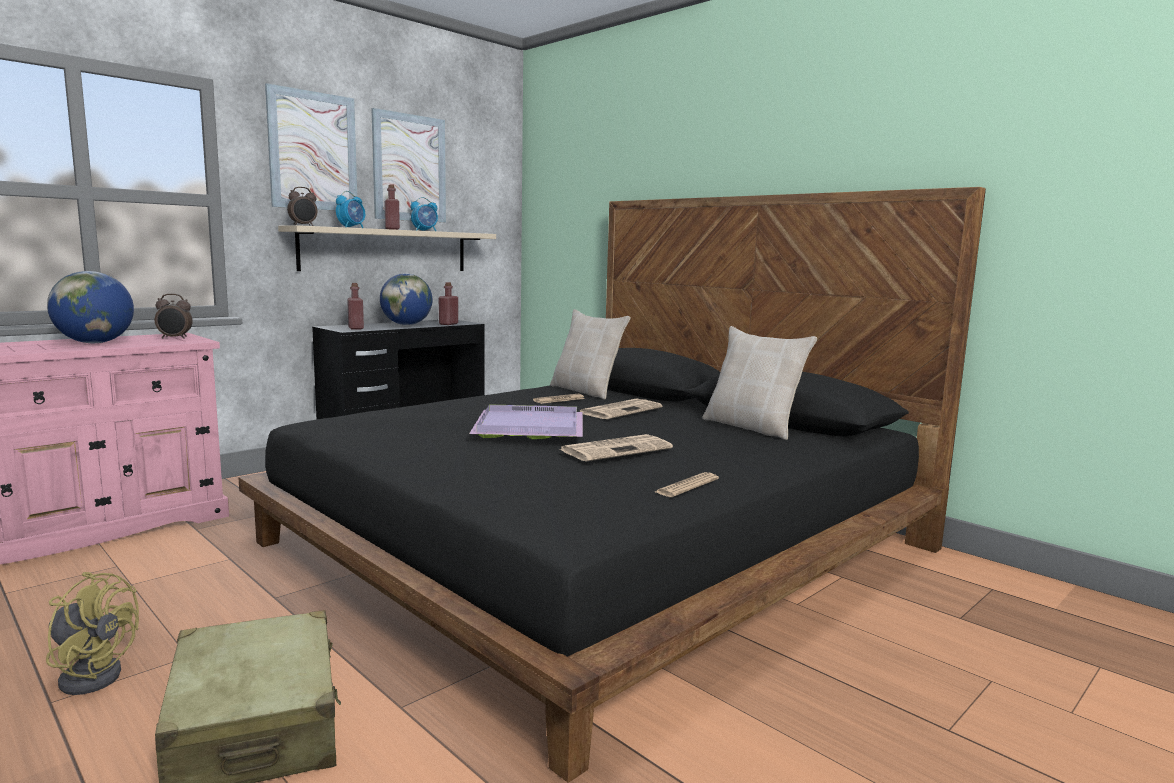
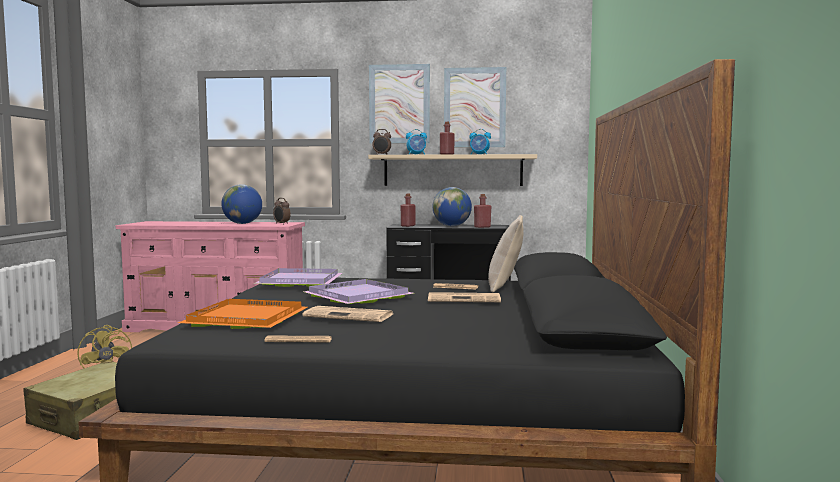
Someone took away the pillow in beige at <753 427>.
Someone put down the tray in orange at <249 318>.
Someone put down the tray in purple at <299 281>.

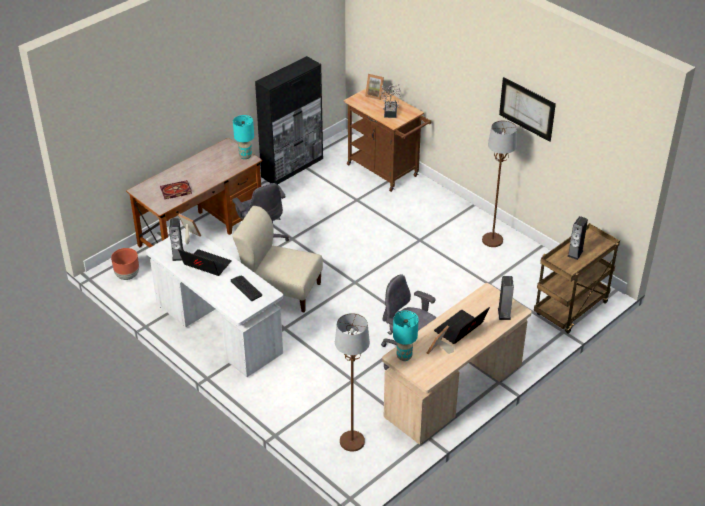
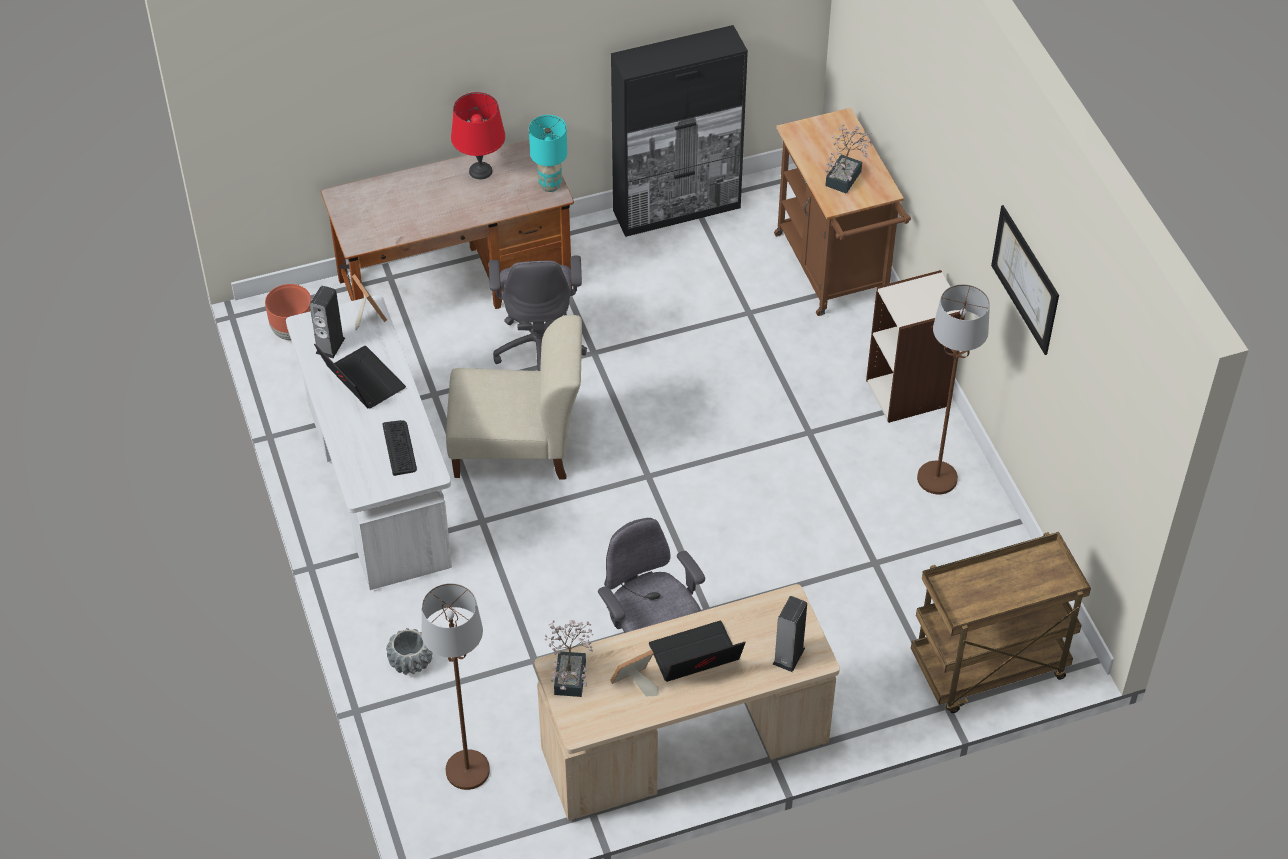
Someone took away the book at <175 191>.
Someone rotated the chair in beige at <280 290> by 135 degrees clockwise.
Someone took away the picture frame at <375 95>.
Someone swapped the table lamp in turquoise at <404 356> for the potted plant at <571 673>.
Someone took away the speaker at <575 253>.
Someone put down the planter in grey at <410 661>.
Someone put down the table lamp in red at <481 171>.
Someone put down the bookcase at <909 393>.

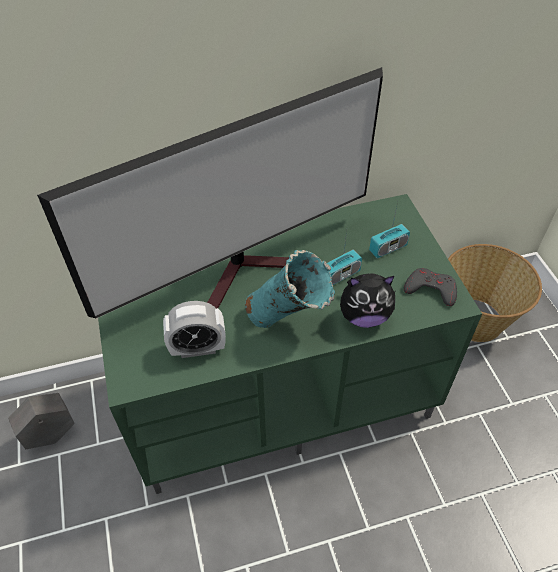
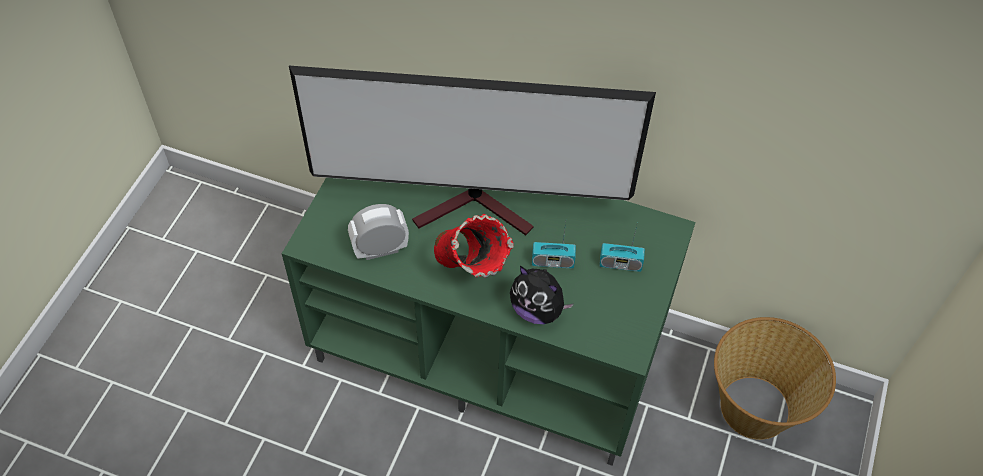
Someone took away the planter in grey at <51 434>.
Someone rotated the alarm clock at <198 348> by 135 degrees clockwise.
Someone repainted the vase in turquoise at <290 323>, which became the vase in red at <470 276>.
Someone took away the game controller in grey at <430 289>.

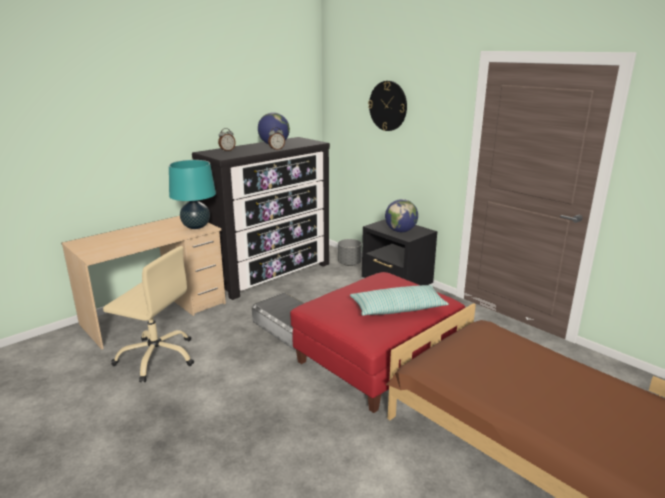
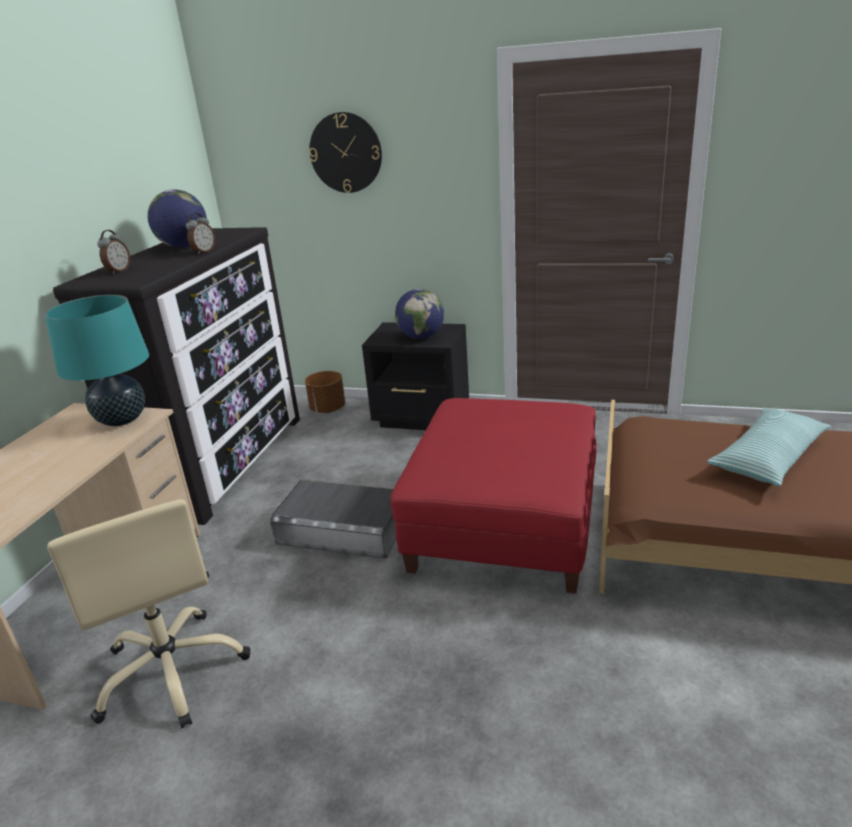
Someone rotated the office chair in beige at <157 357> by 75 degrees clockwise.
Someone repainted the planter in grey at <349 263>, which became the planter in brown at <328 409>.
Someone carried the pillow from <398 308> to <768 458>.

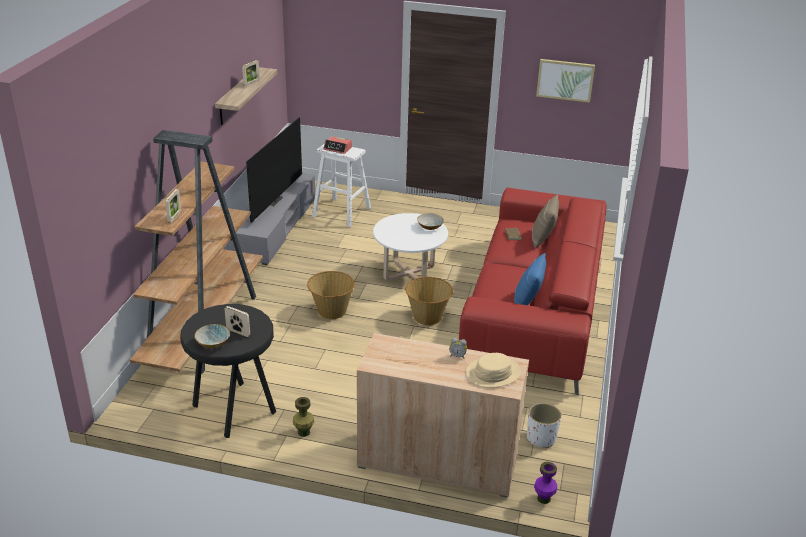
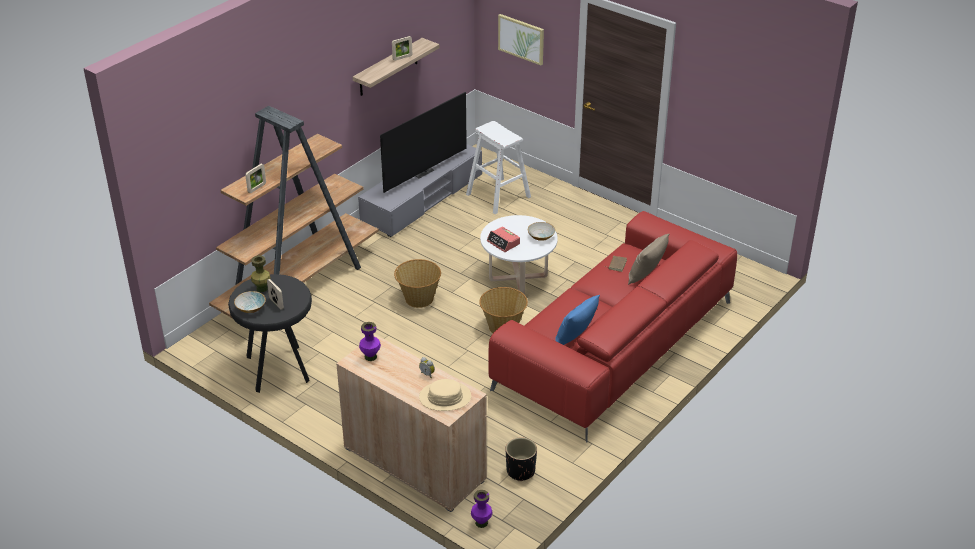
Someone carried the vase in green from <303 432> to <262 288>.
Someone carried the alarm clock from <338 148> to <503 243>.
Someone repainted the planter in white at <541 438>, which became the planter in black at <520 471>.
Someone carried the picture from <565 80> to <521 39>.
Someone put down the vase in purple at <370 357>.

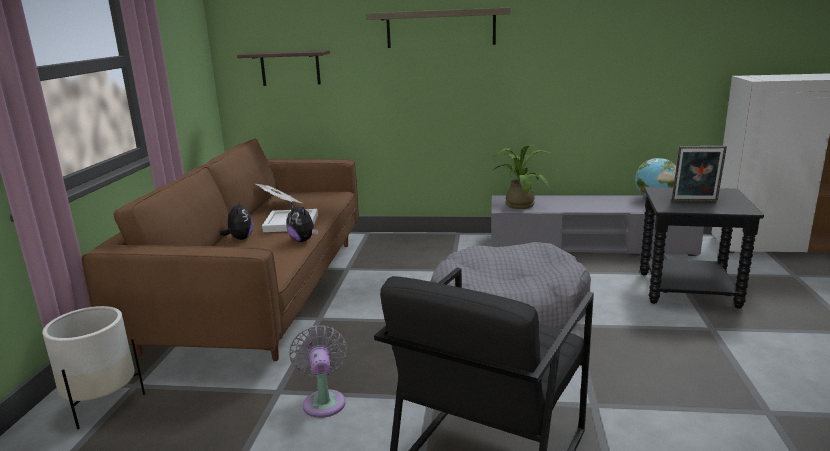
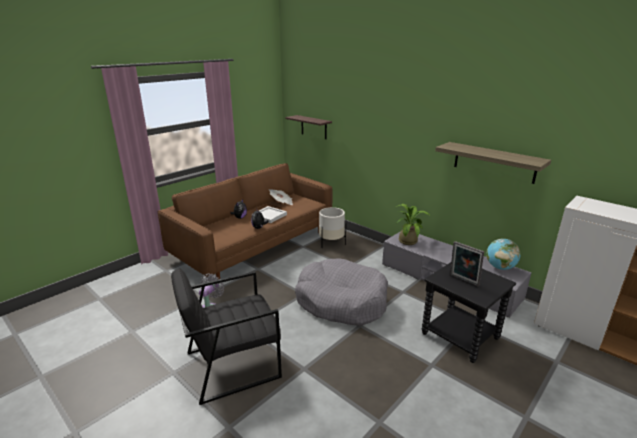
Someone carried the planter in white from <102 404> to <331 243>.
Someone carried the shelf from <440 28> to <494 162>.

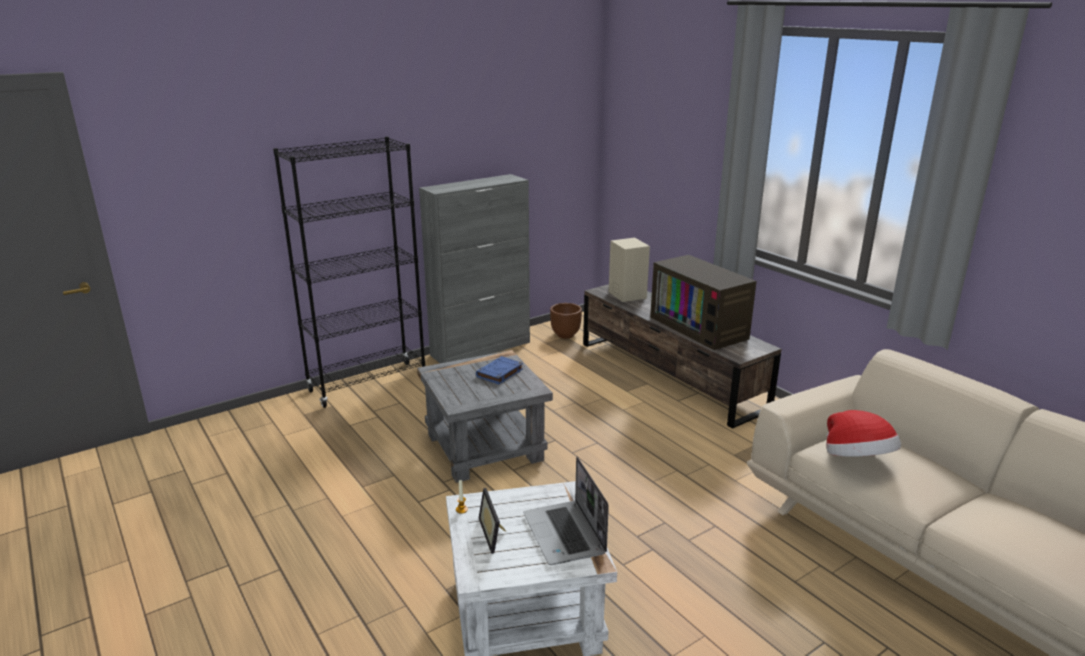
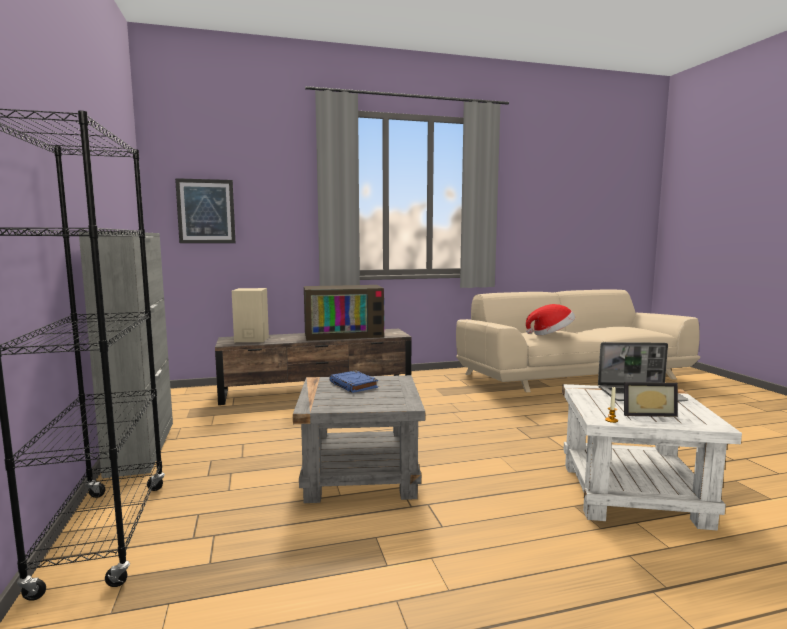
Someone took away the planter in brown at <565 335>.
Someone put up the picture at <206 211>.

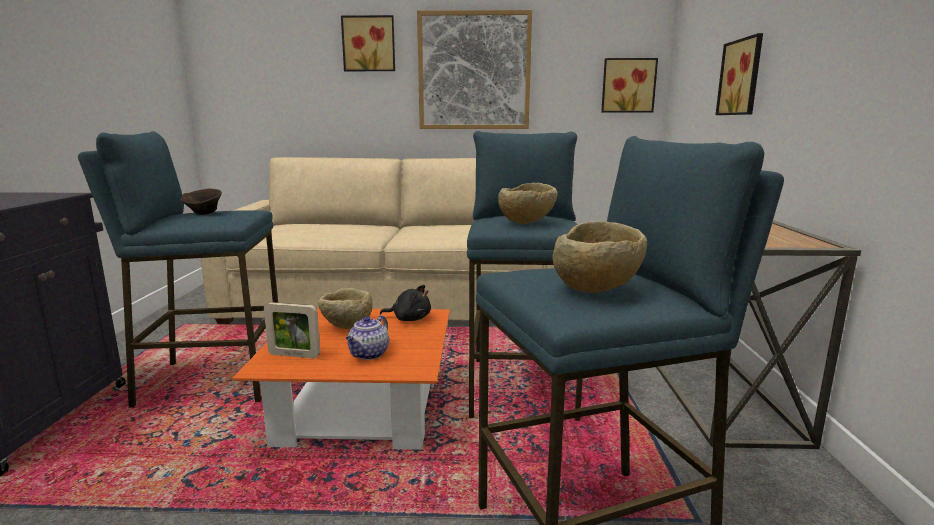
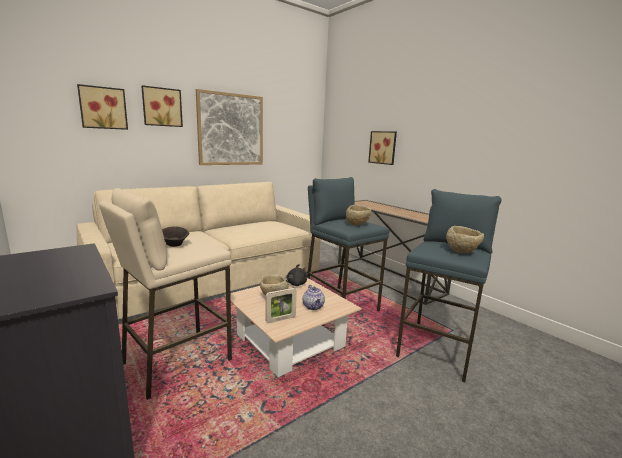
Someone repainted the stool in blue at <212 381>, which became the stool in beige at <176 362>.
Someone repainted the coffee table in orange at <361 409>, which became the coffee table in beige at <290 341>.
Someone carried the picture from <628 85> to <103 108>.

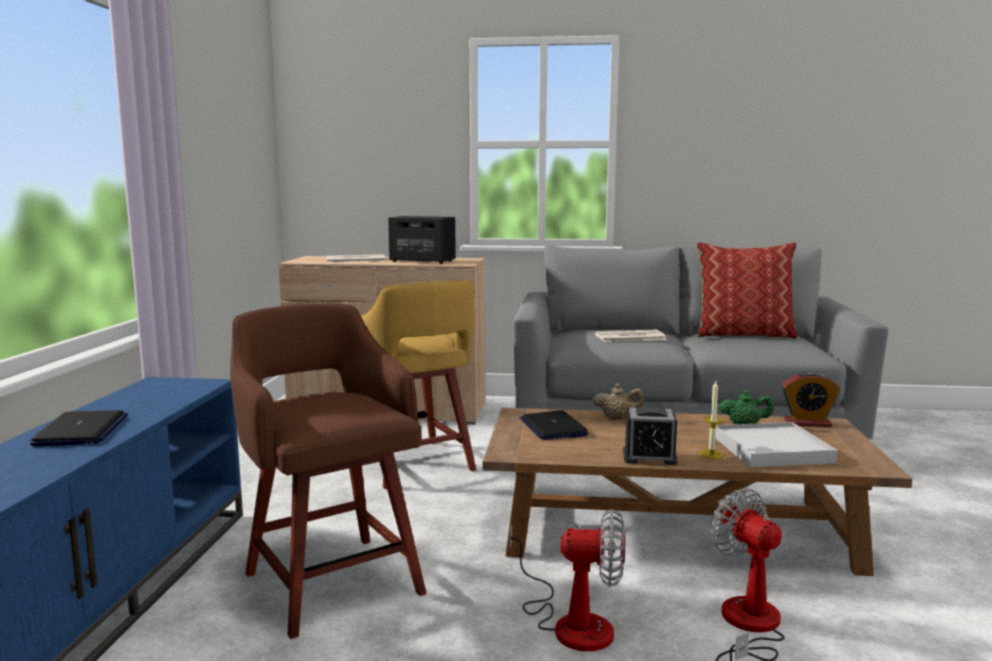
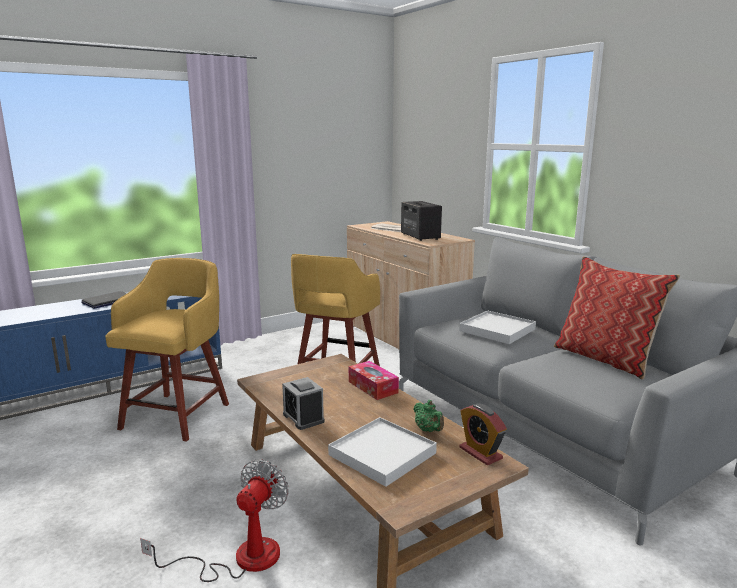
Someone repainted the stool in brown at <332 580>, which became the stool in yellow at <178 414>.
Someone took away the fan at <571 622>.
Someone took away the laptop at <553 427>.
Someone swapped the teapot in beige at <617 418> for the tissue box at <373 387>.
Someone swapped the newspaper at <629 337> for the tray in white at <497 330>.
Someone took away the candle at <711 454>.

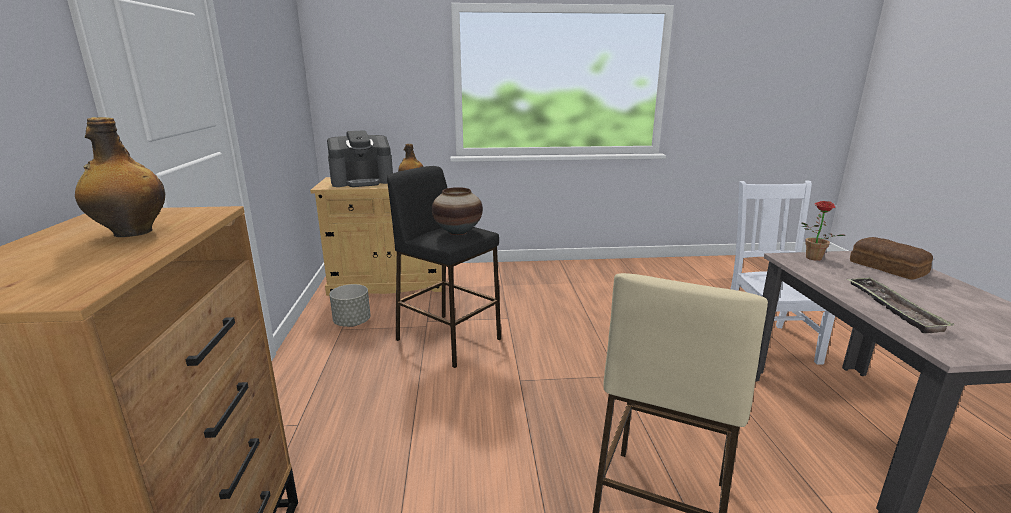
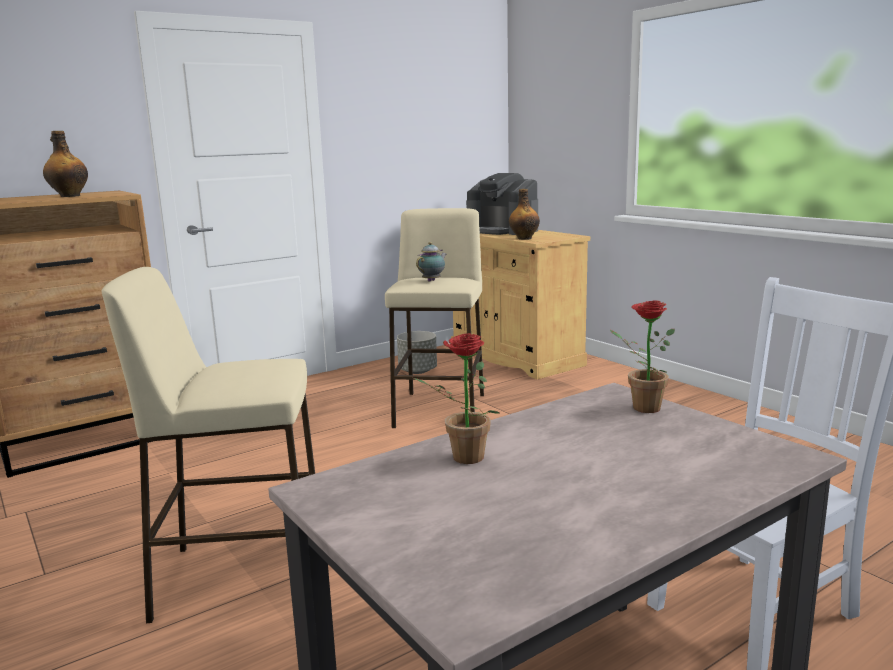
Someone repainted the stool in black at <448 339>, which became the stool in beige at <440 410>.
Someone swapped the vase at <458 232> for the teapot at <432 280>.
Someone swapped the tray at <892 308> for the potted plant at <461 458>.
Someone took away the bread at <888 268>.

